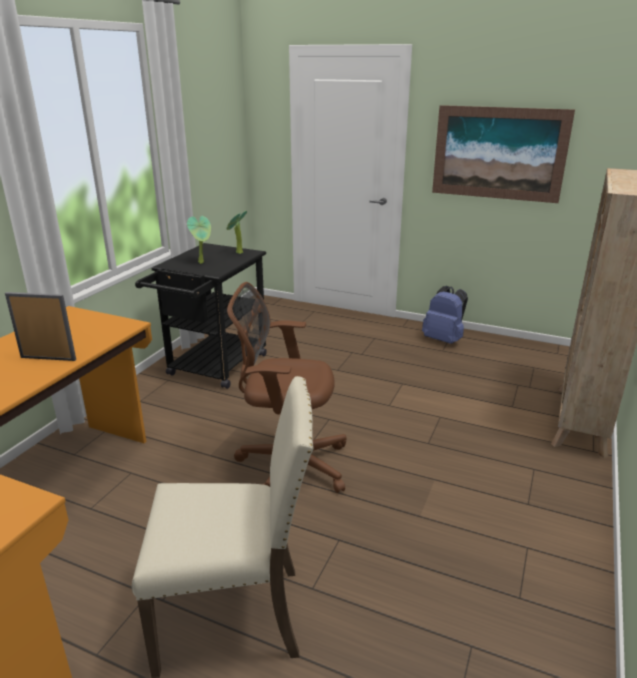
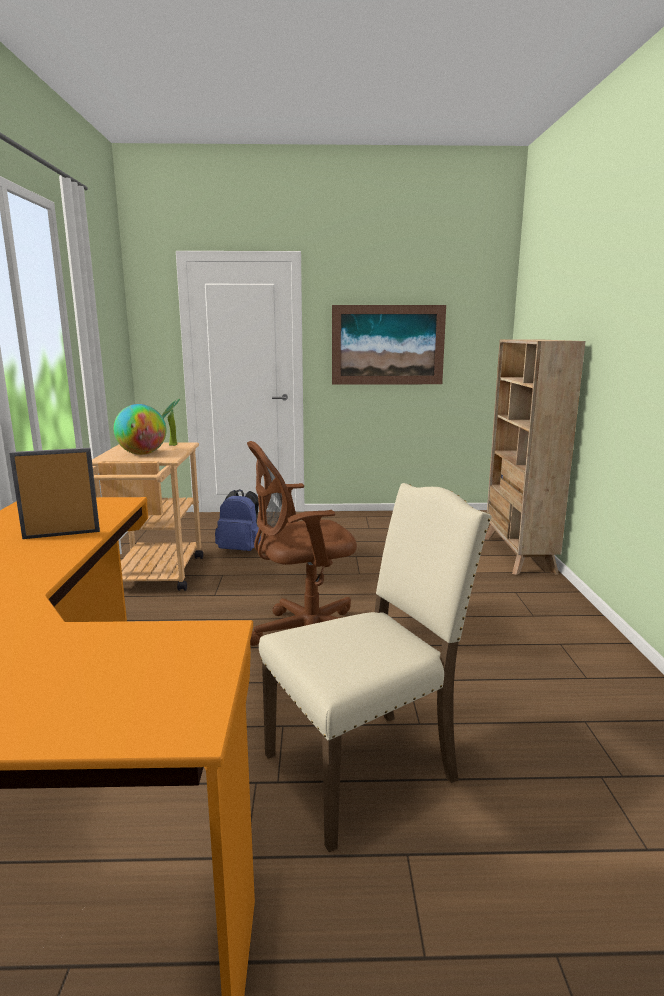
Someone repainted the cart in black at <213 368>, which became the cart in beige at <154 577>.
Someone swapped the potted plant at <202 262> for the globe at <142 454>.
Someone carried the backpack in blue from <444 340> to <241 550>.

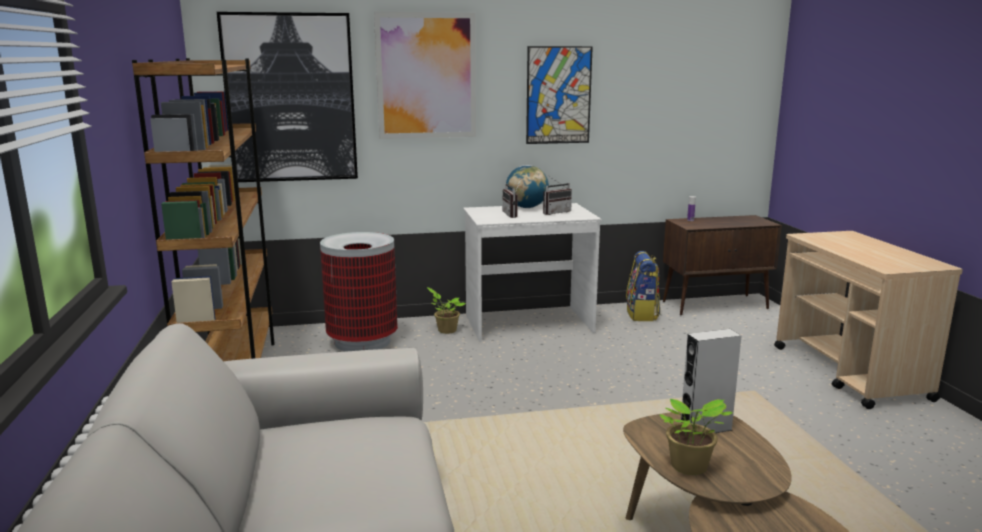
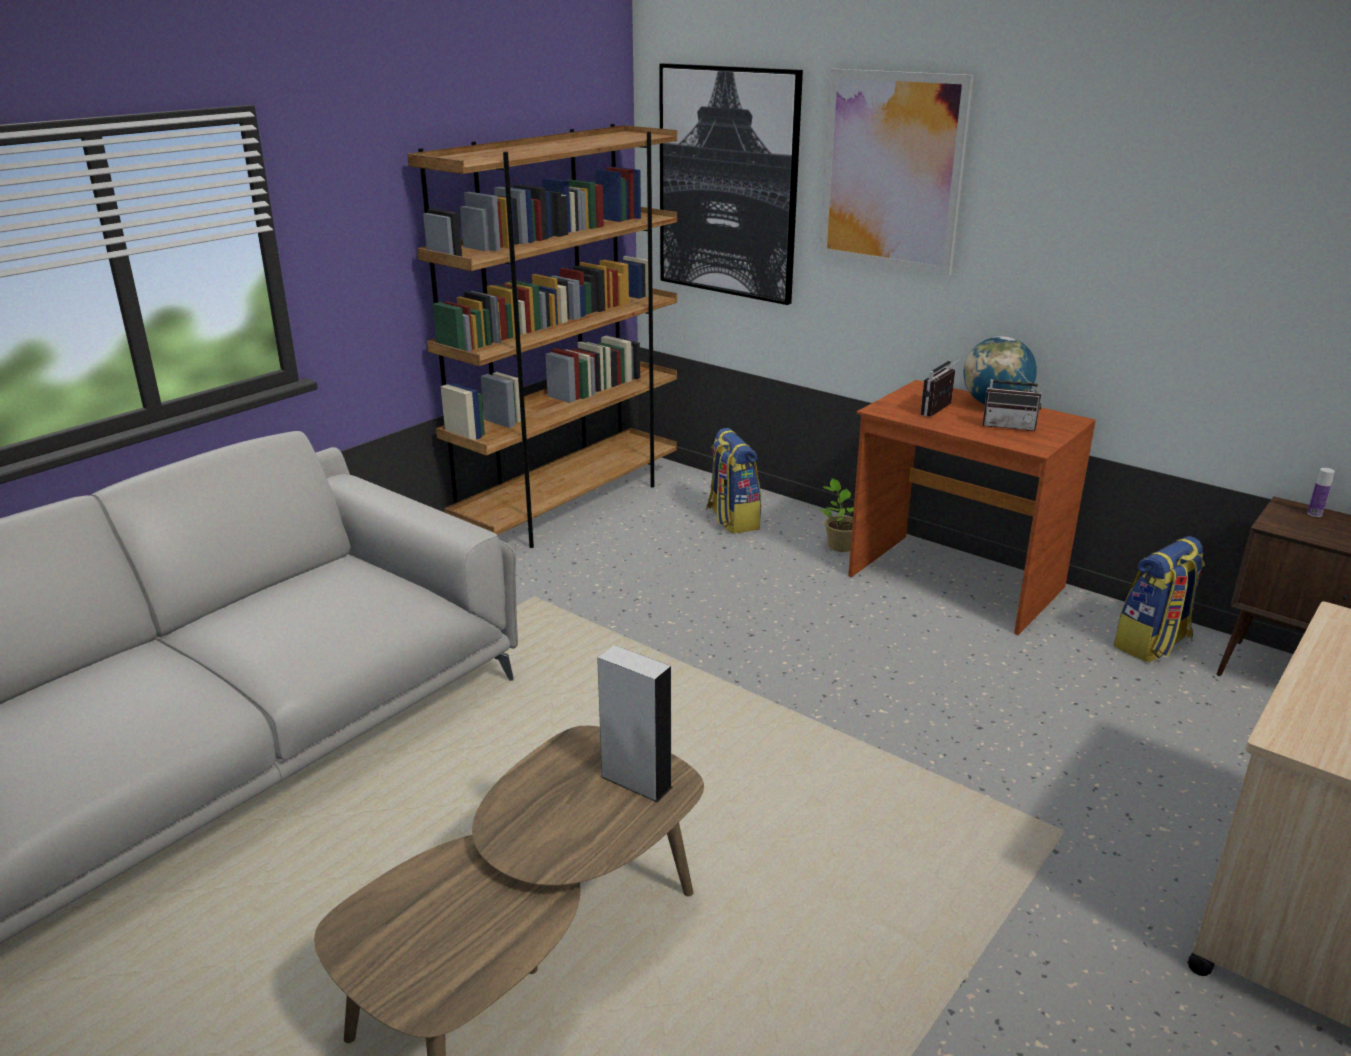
Someone swapped the trash can at <362 341> for the backpack at <732 520>.
Someone repainted the desk in white at <528 324>, which became the desk in brown at <954 582>.
Someone took away the picture at <558 95>.
Someone took away the potted plant at <689 467>.

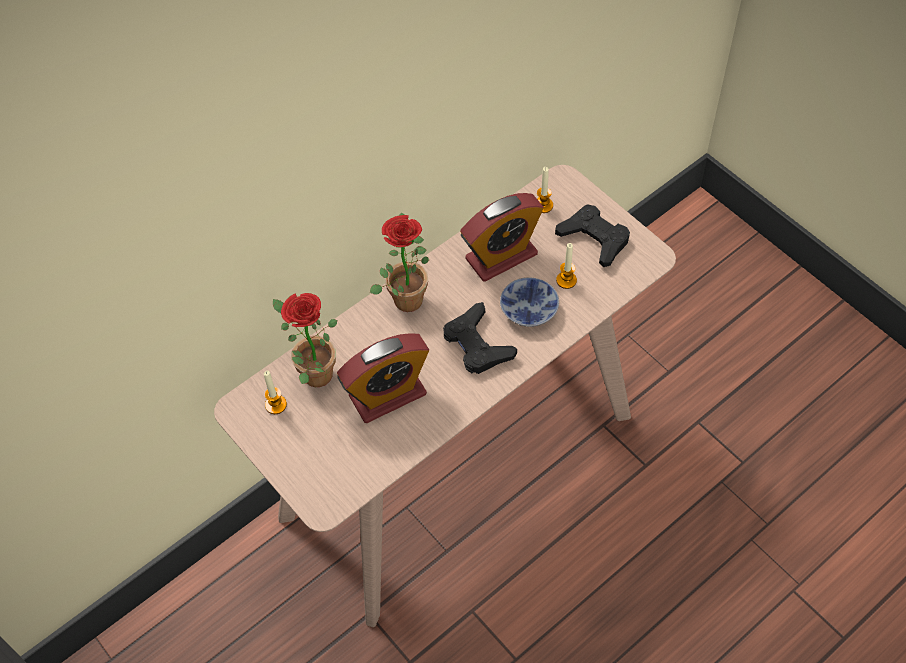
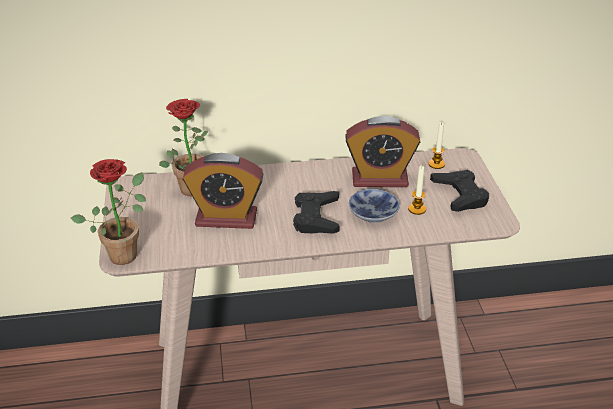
Someone took away the candle at <276 405>.
Someone carried the potted plant from <405 295> to <125 252>.

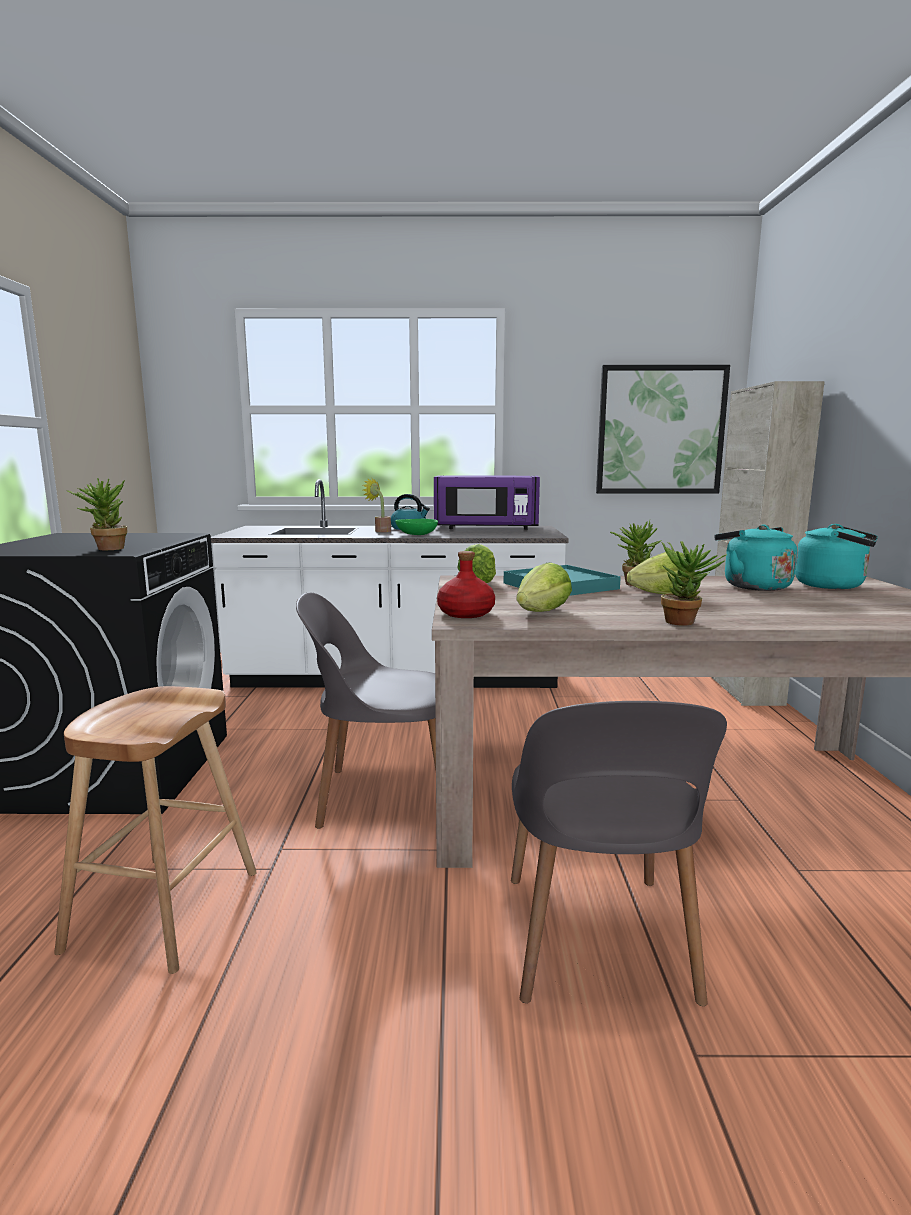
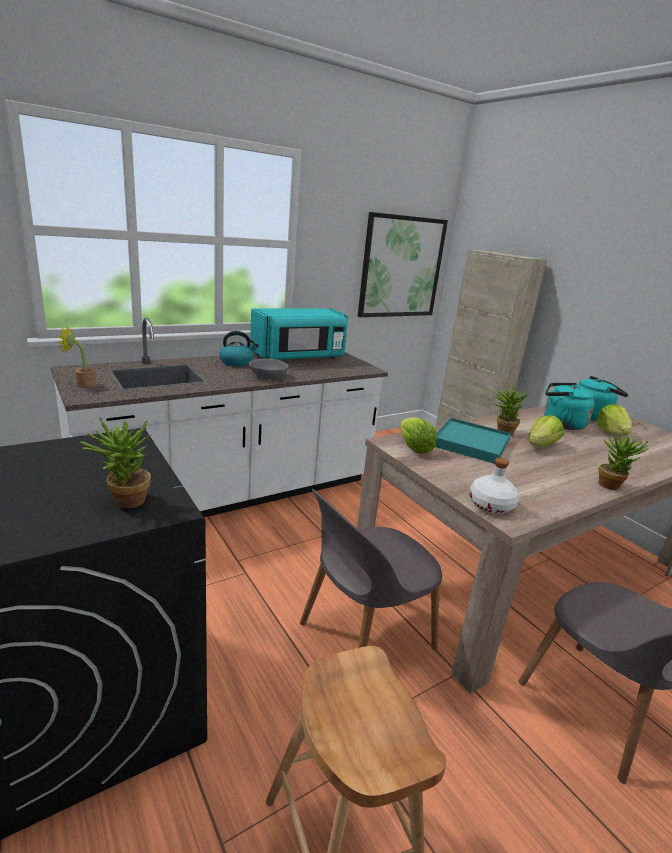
Someone carried the potted plant from <380 531> to <82 384>.
Someone repainted the bowl in green at <416 534>, which became the bowl in grey at <267 376>.
Someone repainted the microwave in purple at <486 528>, which became the microwave in turquoise at <299 357>.
Someone repainted the bottle in red at <465 613>, which became the bottle in white at <491 505>.
Someone carried the lettuce from <542 612> to <611 433>.

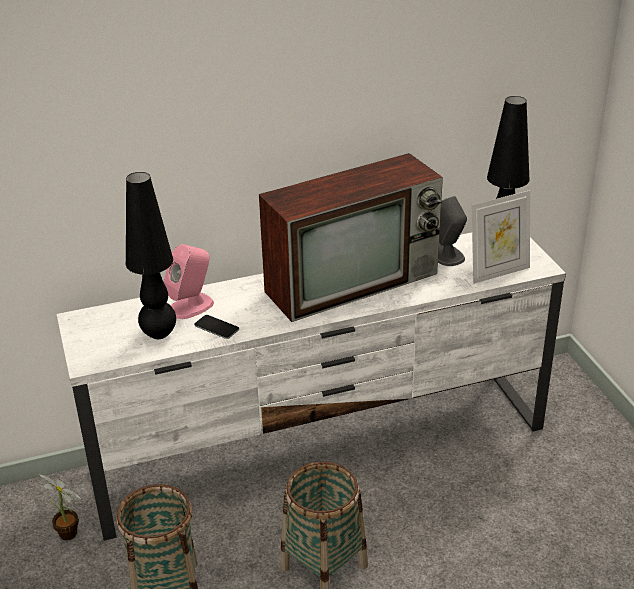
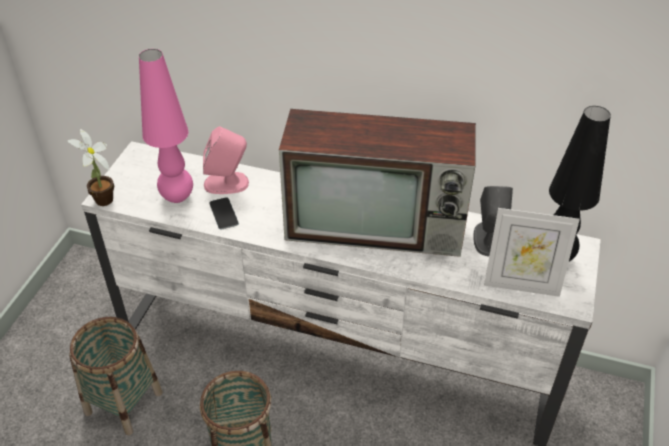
Someone carried the potted plant from <69 536> to <103 202>.
Someone repainted the table lamp in black at <159 334>, which became the table lamp in pink at <177 197>.

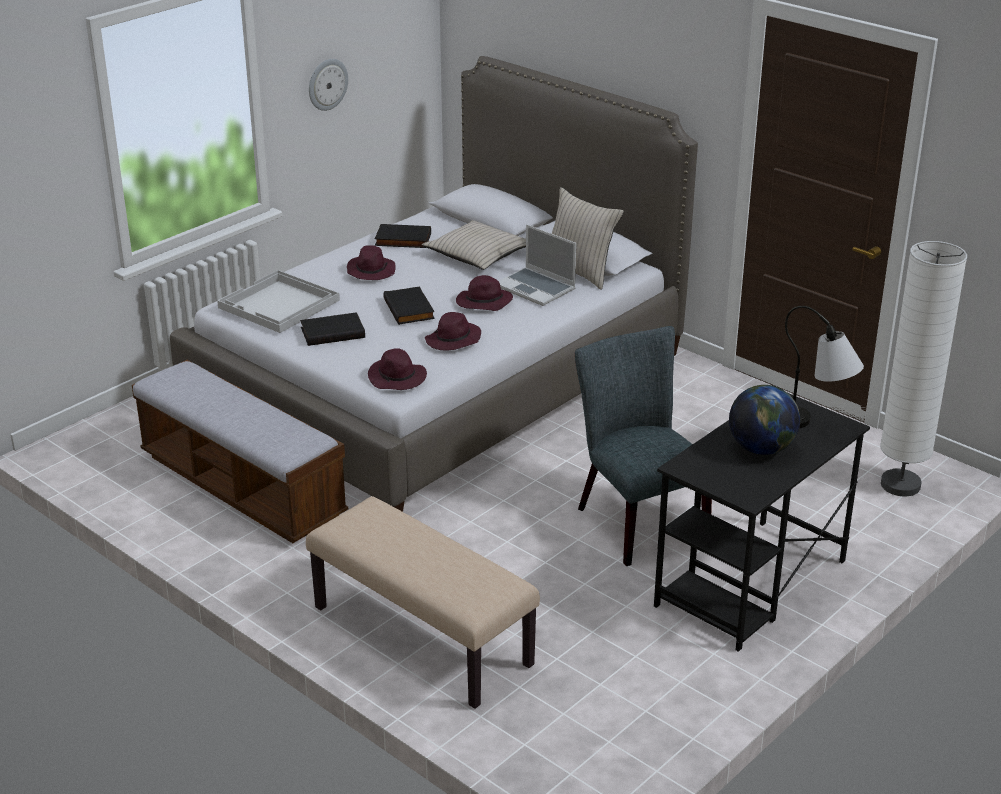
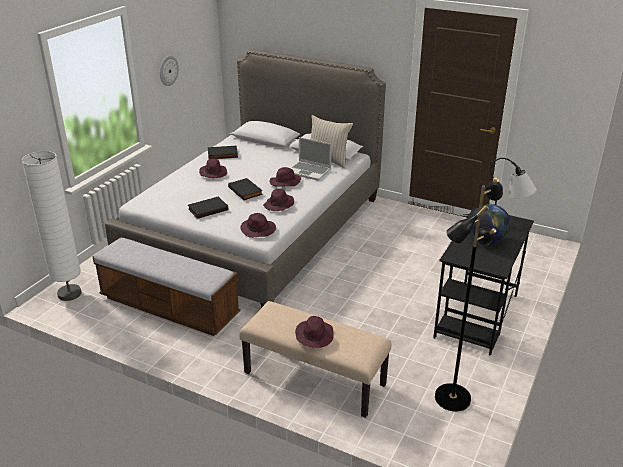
Someone took away the tray in white at <279 304>.
Someone took away the pillow in beige at <478 255>.
Someone took away the chair in grey at <635 519>.
Someone carried the floor lamp in white from <900 485> to <69 294>.
Someone put down the hat in purple at <314 335>.
Someone put down the floor lamp in black at <451 397>.

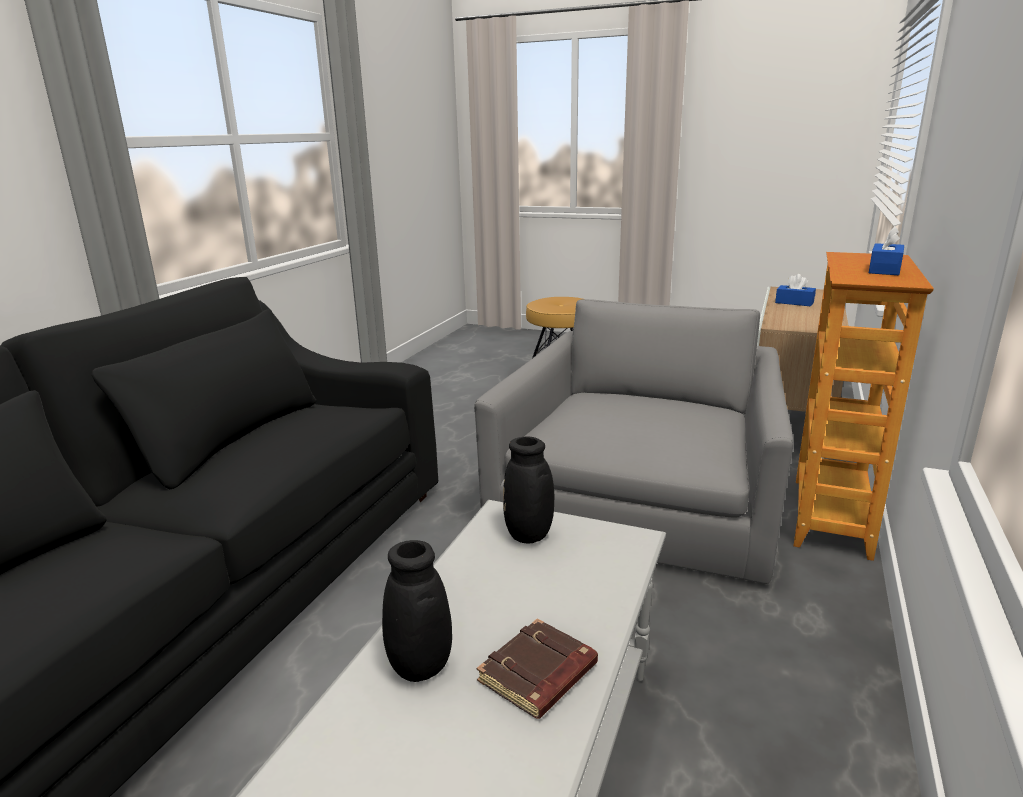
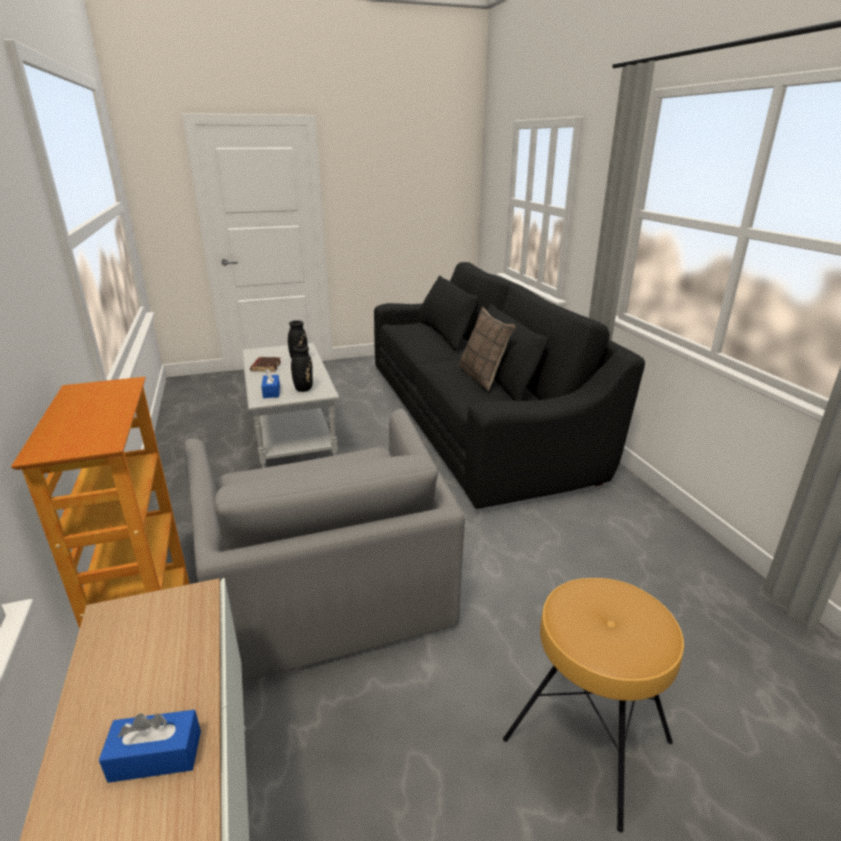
Someone carried the tissue box in blue from <884 270> to <271 392>.
Someone put down the pillow at <482 377>.

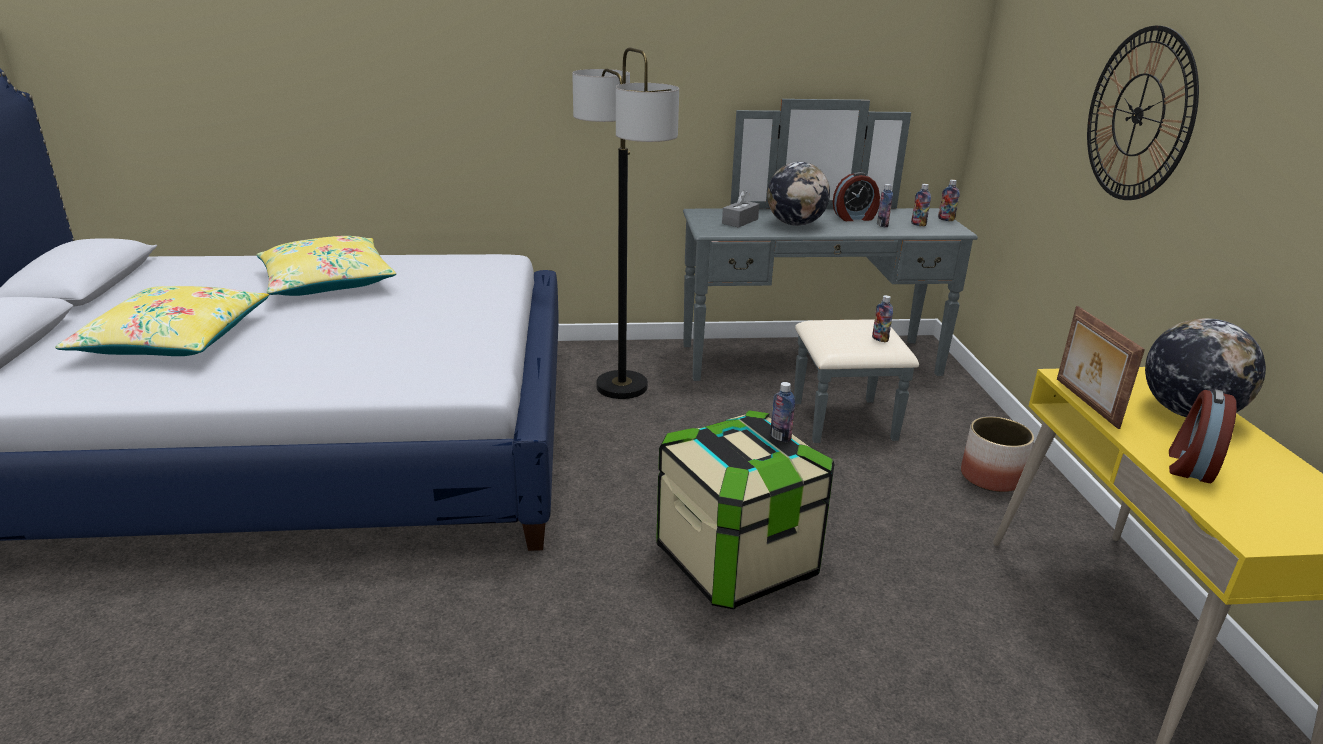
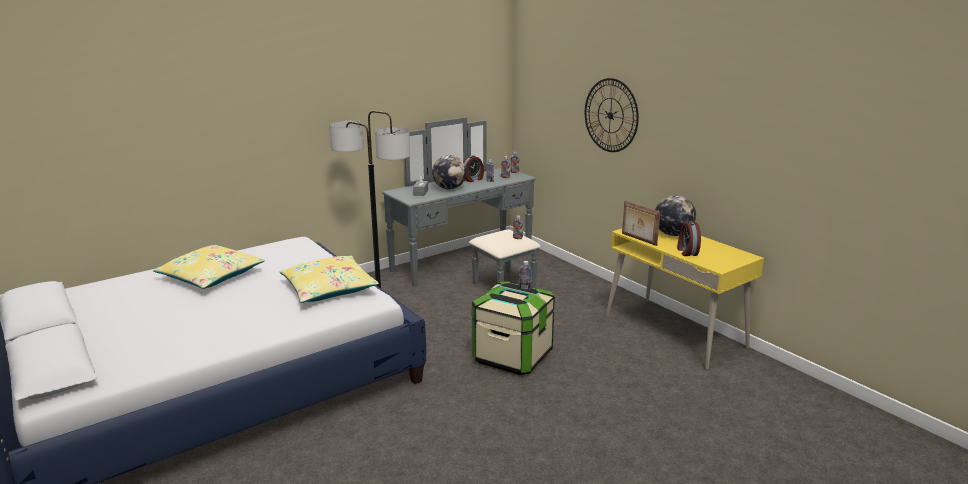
Someone carried the pillow in yellow from <175 340> to <329 289>.
Someone took away the planter at <991 477>.

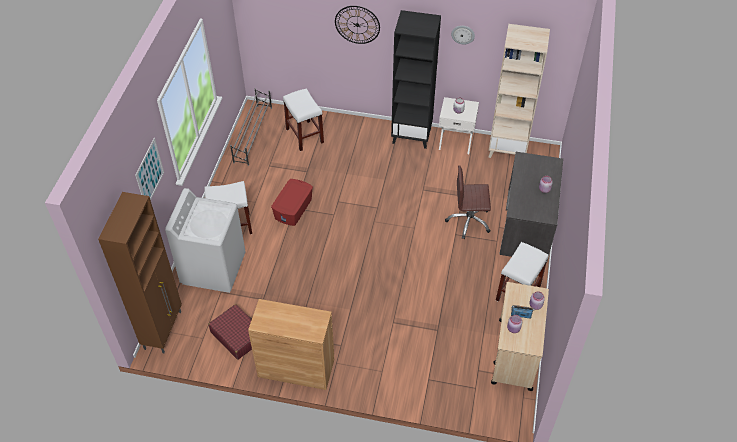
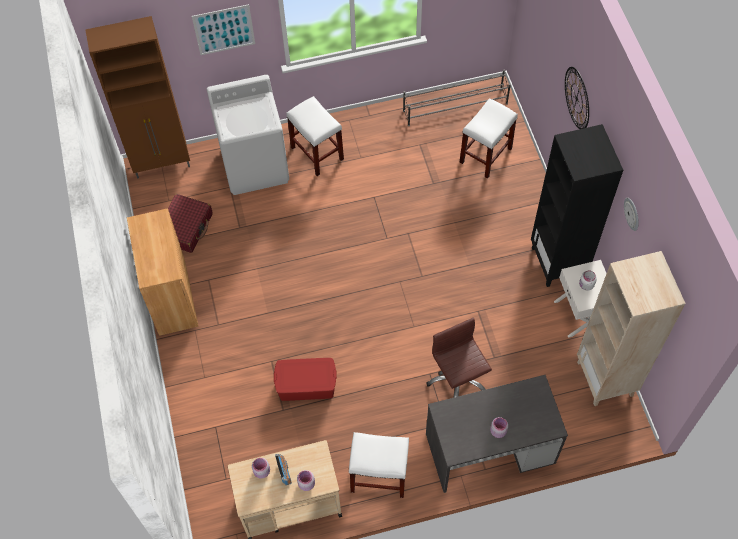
Someone carried the storage box in red from <293 209> to <306 385>.

